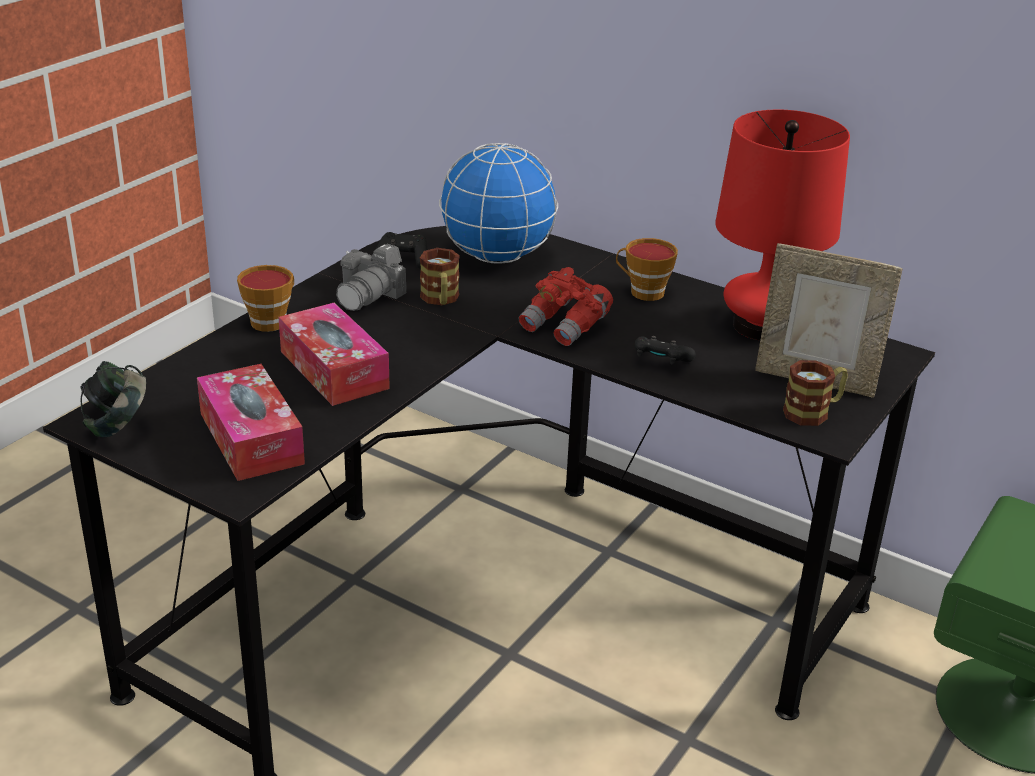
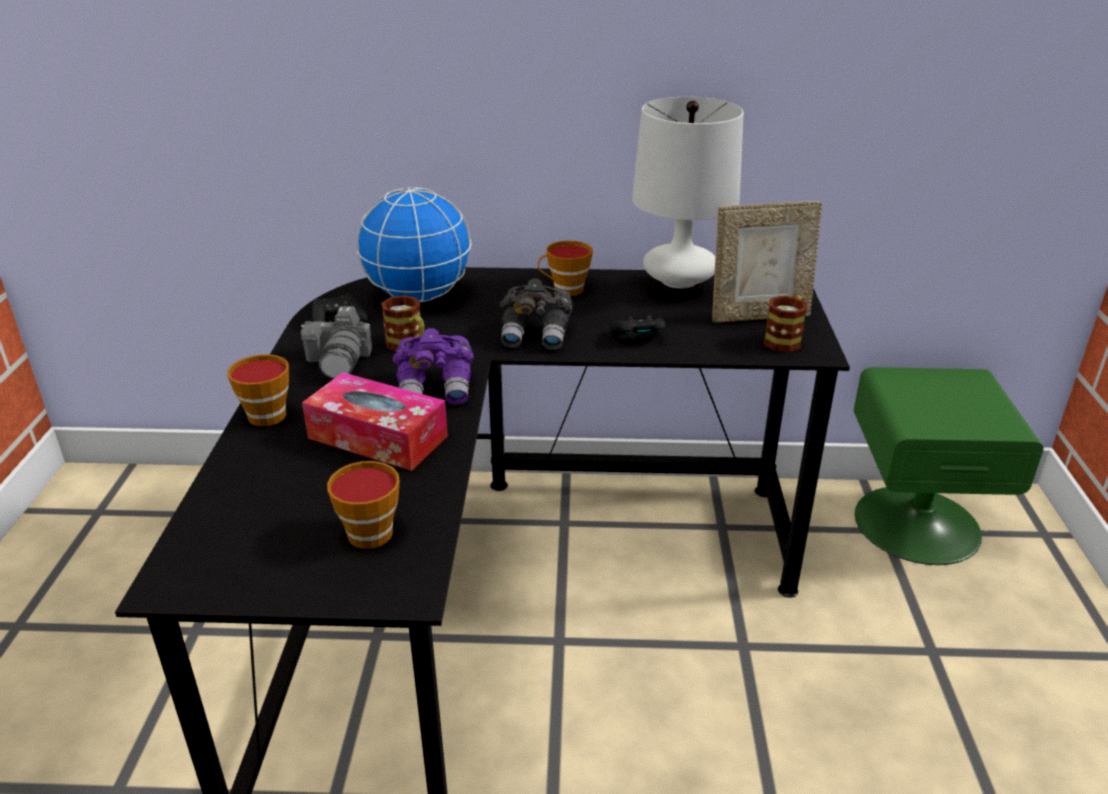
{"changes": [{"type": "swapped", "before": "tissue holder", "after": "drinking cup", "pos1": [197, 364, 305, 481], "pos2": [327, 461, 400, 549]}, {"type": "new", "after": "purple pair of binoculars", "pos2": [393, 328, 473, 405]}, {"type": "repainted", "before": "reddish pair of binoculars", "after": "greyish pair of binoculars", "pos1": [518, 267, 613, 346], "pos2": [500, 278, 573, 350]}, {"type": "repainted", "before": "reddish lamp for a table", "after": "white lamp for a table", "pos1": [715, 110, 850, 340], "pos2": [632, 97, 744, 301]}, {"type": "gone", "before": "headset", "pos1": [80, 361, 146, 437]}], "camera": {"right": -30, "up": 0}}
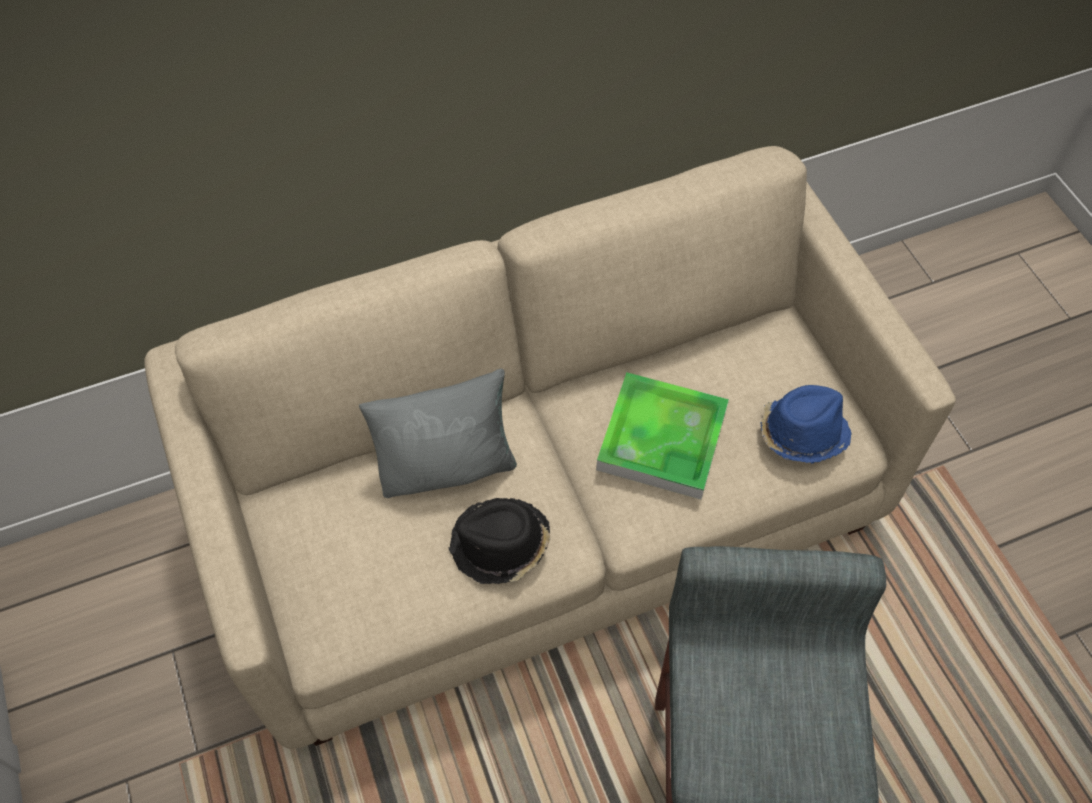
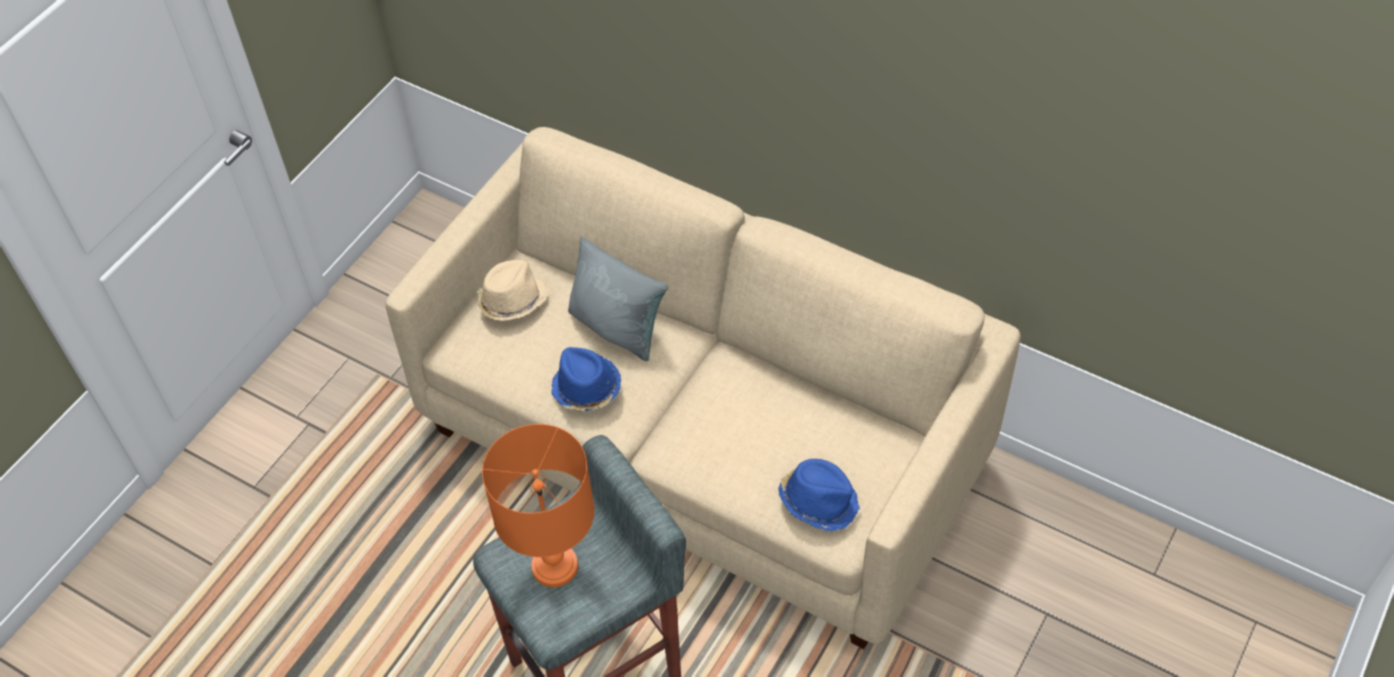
{"changes": [{"type": "new", "after": "beige-coloured hat", "pos2": [477, 260, 548, 321]}, {"type": "new", "after": "orangey lamp for a table", "pos2": [482, 424, 595, 587]}, {"type": "repainted", "before": "black hat", "after": "blue hat", "pos1": [449, 498, 551, 584], "pos2": [552, 347, 621, 411]}, {"type": "gone", "before": "tray", "pos1": [596, 372, 729, 499]}], "camera": {"right": 55, "up": -5}}
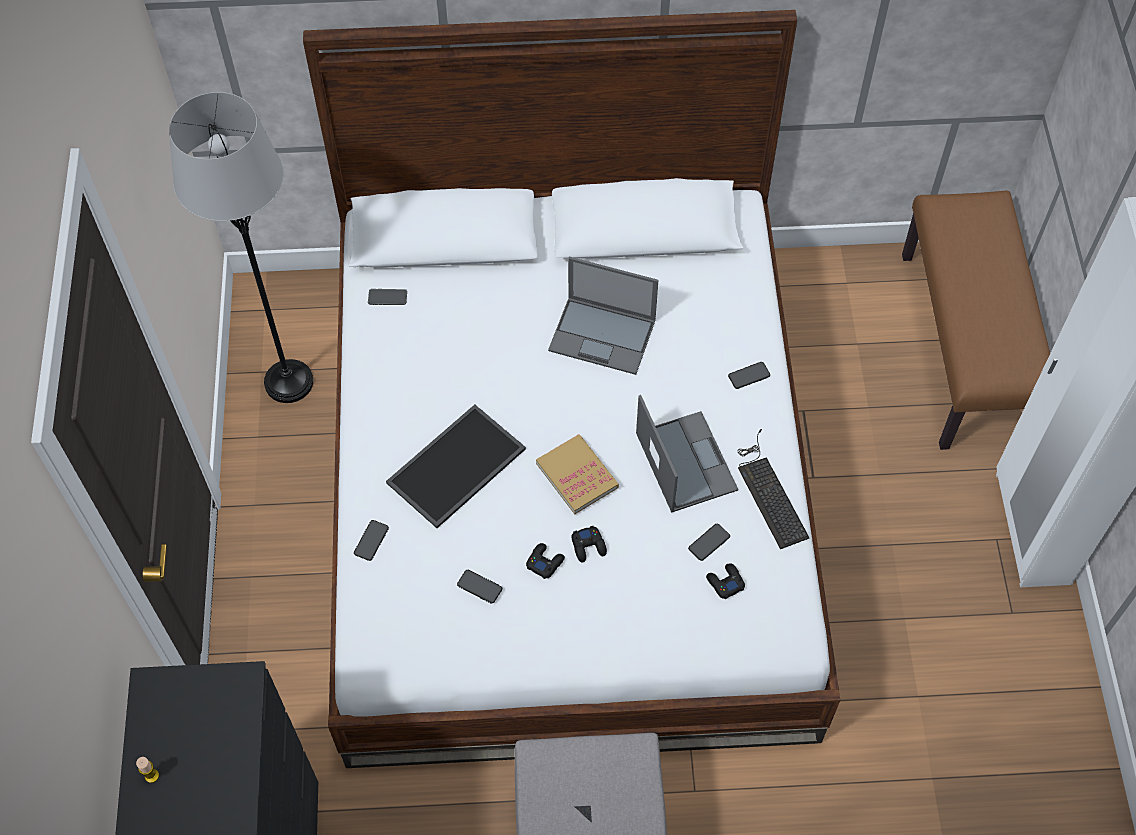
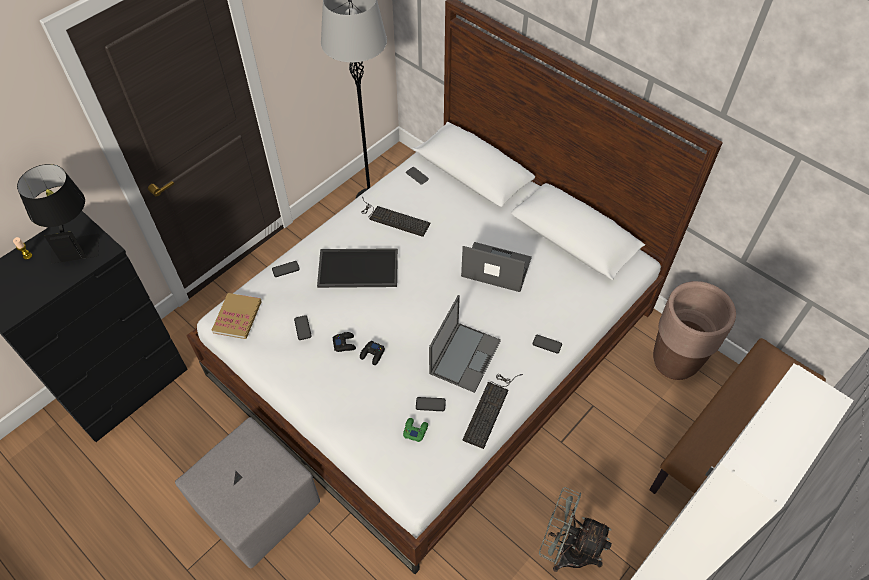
{"changes": [{"type": "new", "after": "black lamp for a table", "pos2": [17, 164, 99, 264]}, {"type": "shifted", "before": "bound book", "pos1": [536, 434, 619, 514], "pos2": [212, 293, 262, 339]}, {"type": "new", "after": "PC keyboard", "pos2": [361, 197, 431, 237]}, {"type": "repainted", "before": "black gamepad", "after": "greenish gamepad", "pos1": [706, 563, 745, 599], "pos2": [403, 418, 428, 442]}, {"type": "rotated", "before": "laptop", "pos1": [548, 257, 658, 375], "pos2": [461, 242, 532, 292], "turn": 135}, {"type": "new", "after": "greyish electric fan", "pos2": [539, 487, 612, 572]}, {"type": "new", "after": "brown flower pot", "pos2": [653, 281, 736, 380]}], "camera": {"right": 45, "up": -5}}
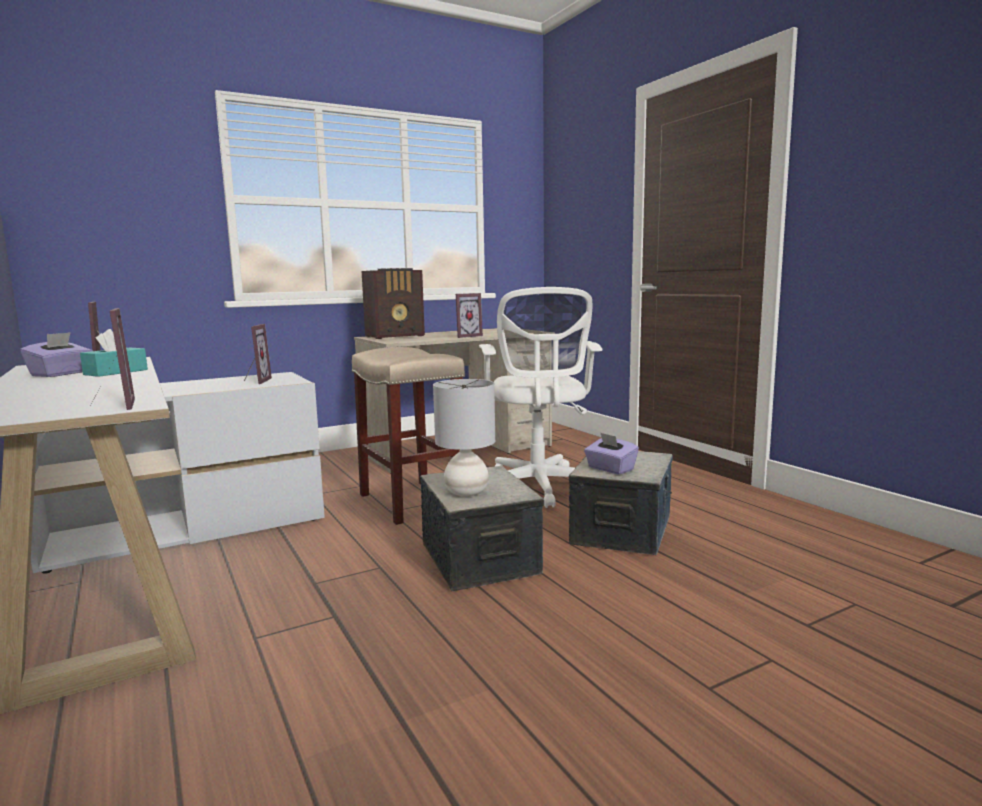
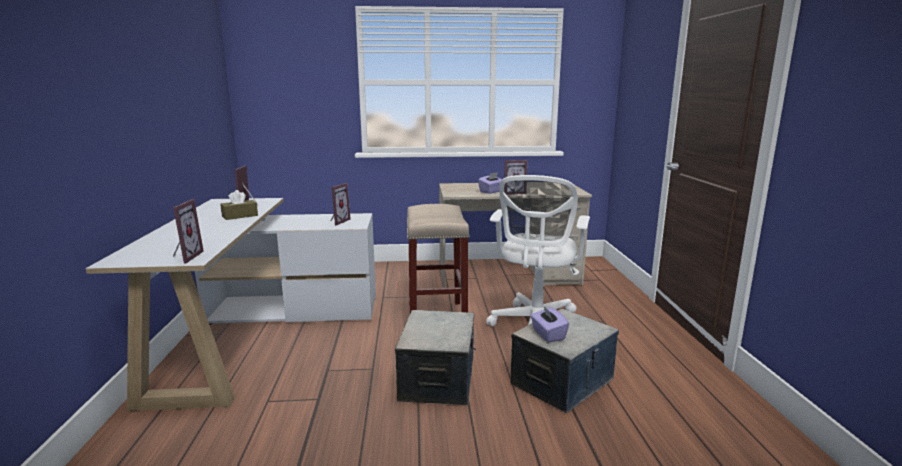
{"changes": [{"type": "repainted", "before": "turquoise tissue holder", "after": "brown tissue holder", "pos1": [80, 329, 148, 377], "pos2": [220, 190, 258, 220]}, {"type": "shifted", "before": "purple tissue holder", "pos1": [20, 332, 93, 377], "pos2": [478, 172, 502, 194]}, {"type": "gone", "before": "radio", "pos1": [361, 268, 425, 339]}, {"type": "gone", "before": "greyish lamp for a table", "pos1": [433, 379, 495, 496]}], "camera": {"right": 25, "up": 5}}
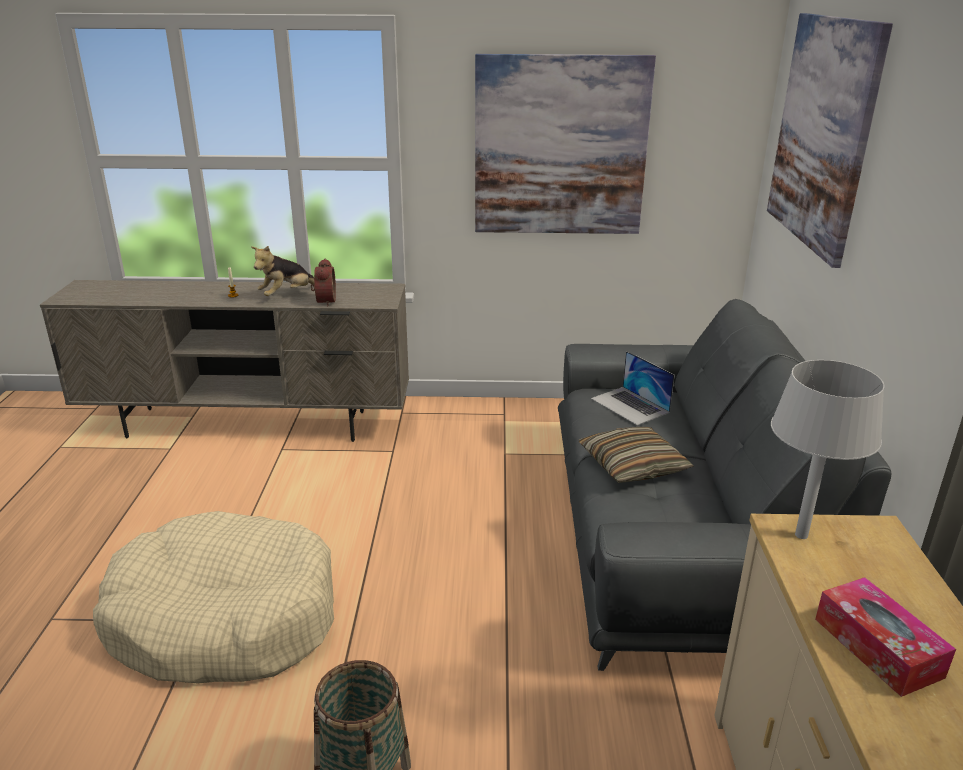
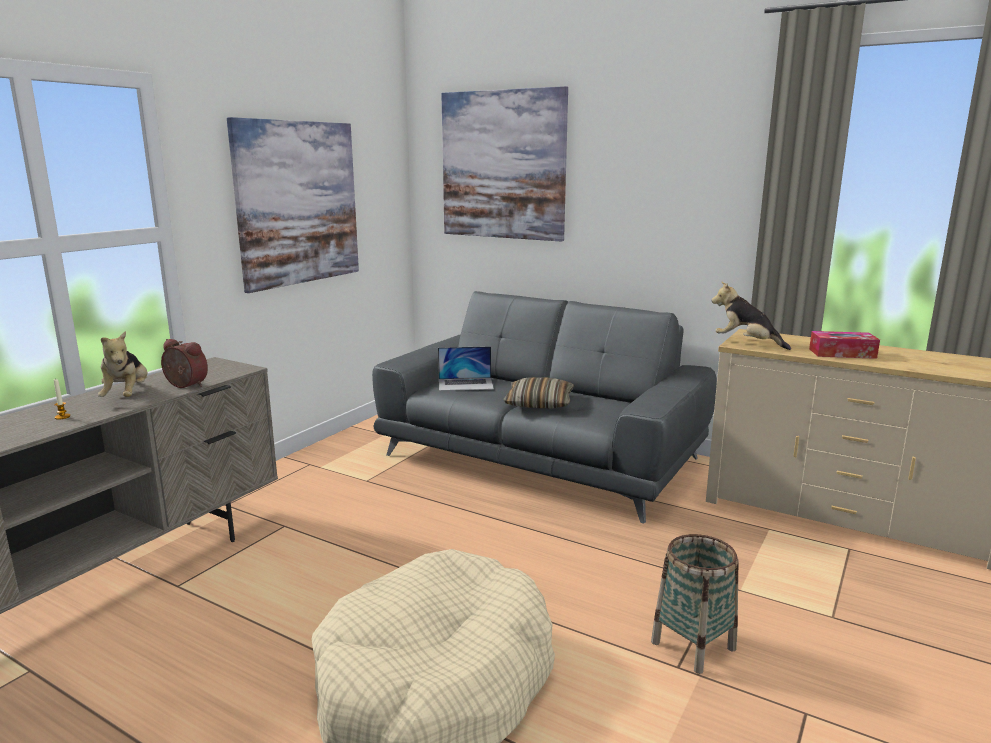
{"changes": [{"type": "swapped", "before": "greyish lamp for a table", "after": "soft toy", "pos1": [771, 360, 885, 539], "pos2": [711, 282, 791, 350]}], "camera": {"right": -60, "up": -10}}
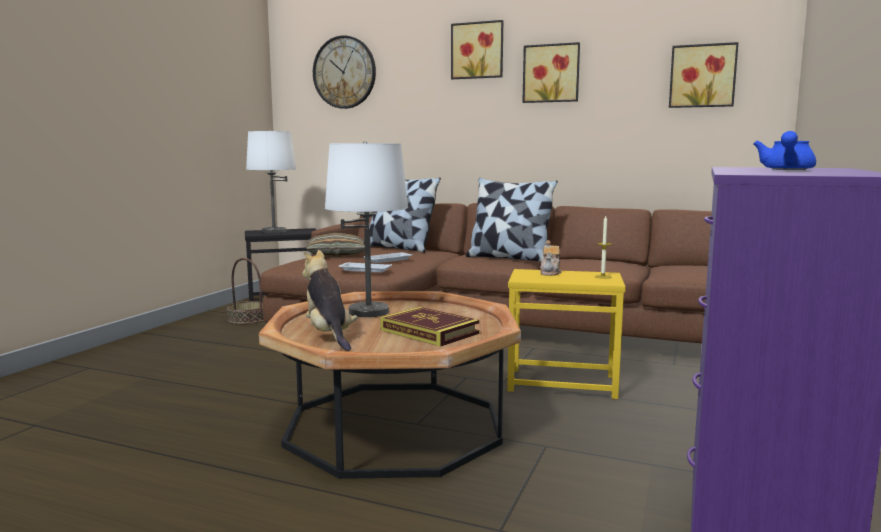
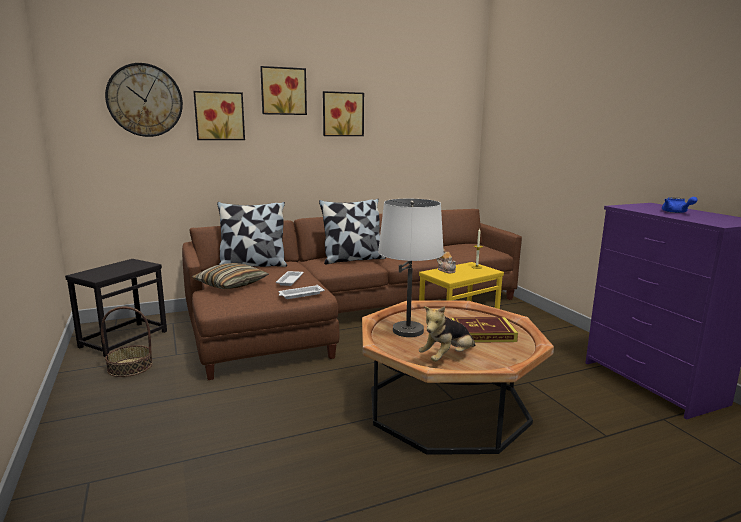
{"changes": [{"type": "shifted", "before": "wall picture", "pos1": [669, 42, 738, 108], "pos2": [193, 91, 245, 140]}, {"type": "rotated", "before": "soft toy", "pos1": [302, 250, 358, 351], "pos2": [419, 306, 475, 362], "turn": -60}, {"type": "gone", "before": "white lamp for a table", "pos1": [246, 130, 296, 234]}], "camera": {"right": -45, "up": 5}}
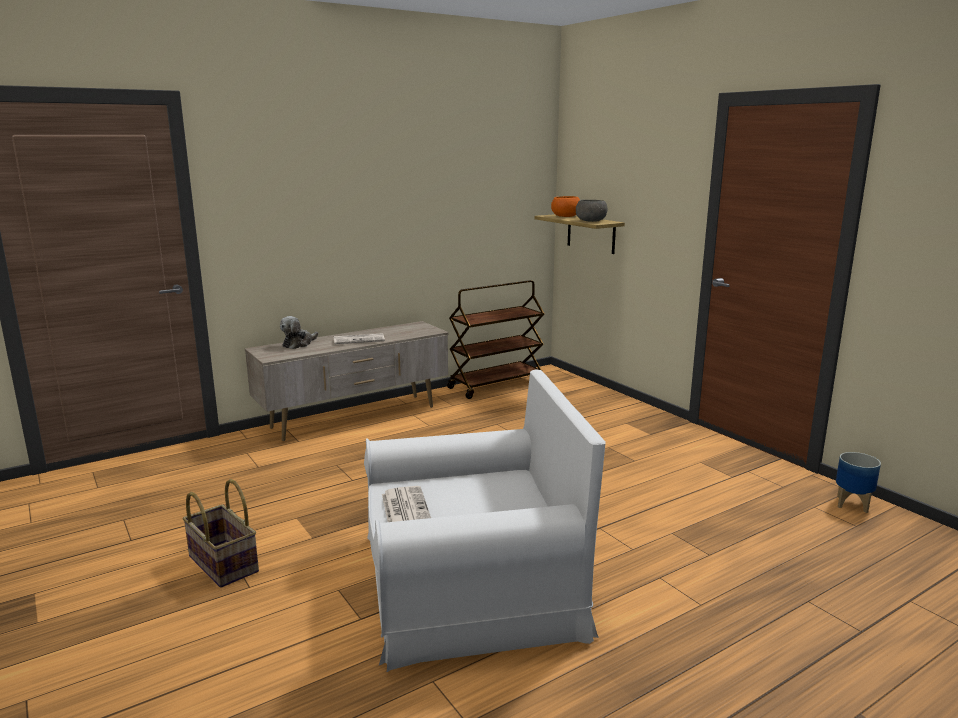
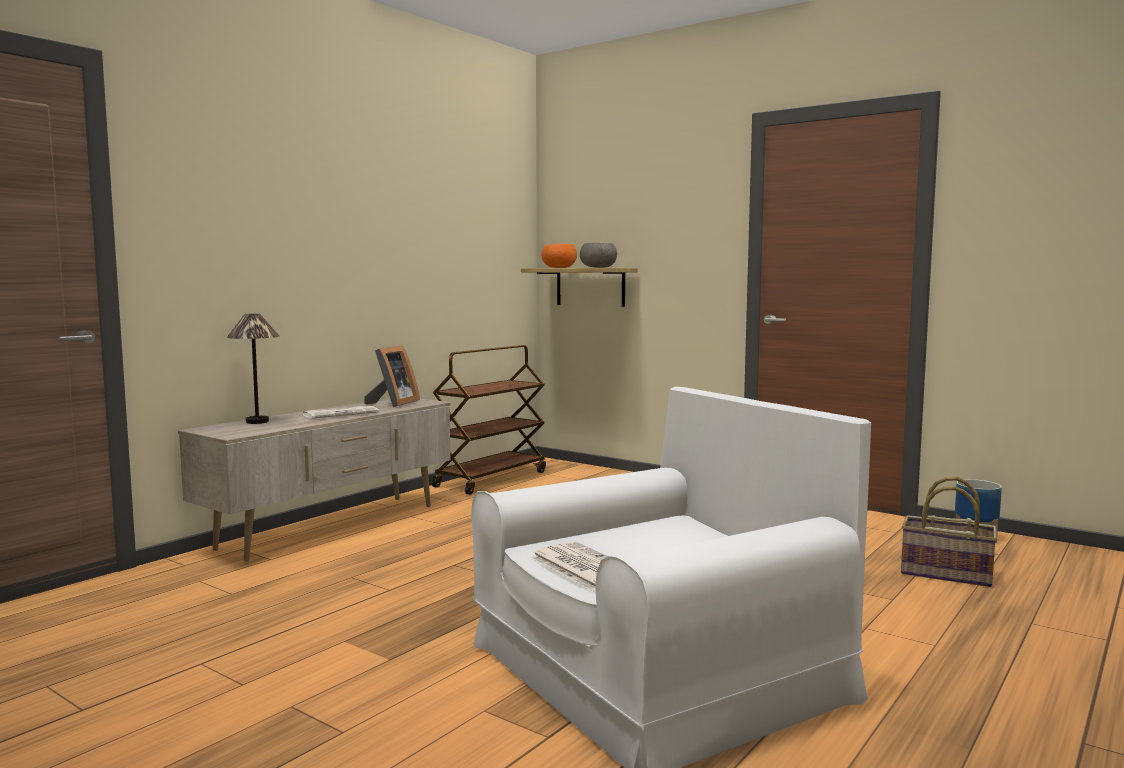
{"changes": [{"type": "swapped", "before": "soft toy", "after": "lamp for a table", "pos1": [280, 316, 318, 349], "pos2": [227, 314, 280, 424]}, {"type": "new", "after": "standing frame", "pos2": [364, 345, 420, 407]}, {"type": "shifted", "before": "basket", "pos1": [183, 479, 259, 588], "pos2": [901, 477, 997, 587]}], "camera": {"right": -20, "up": -10}}
